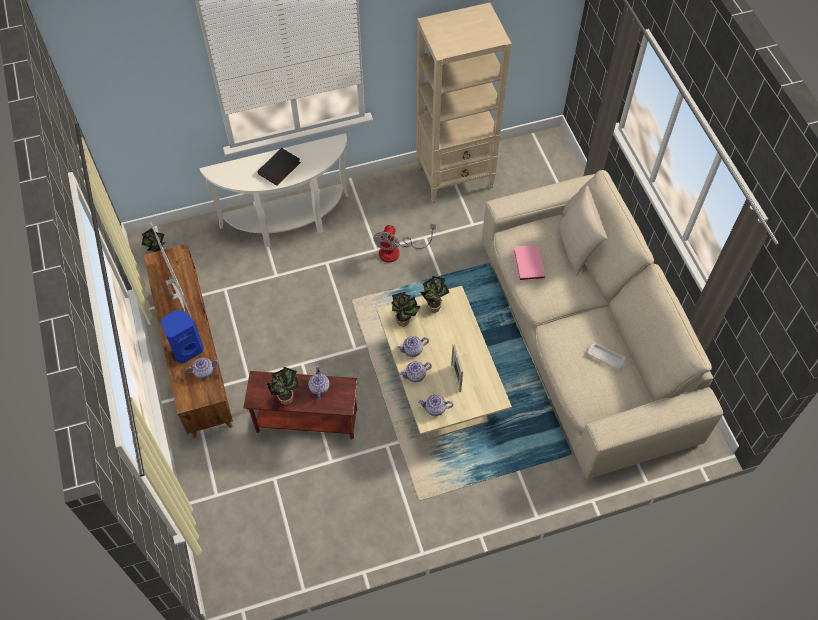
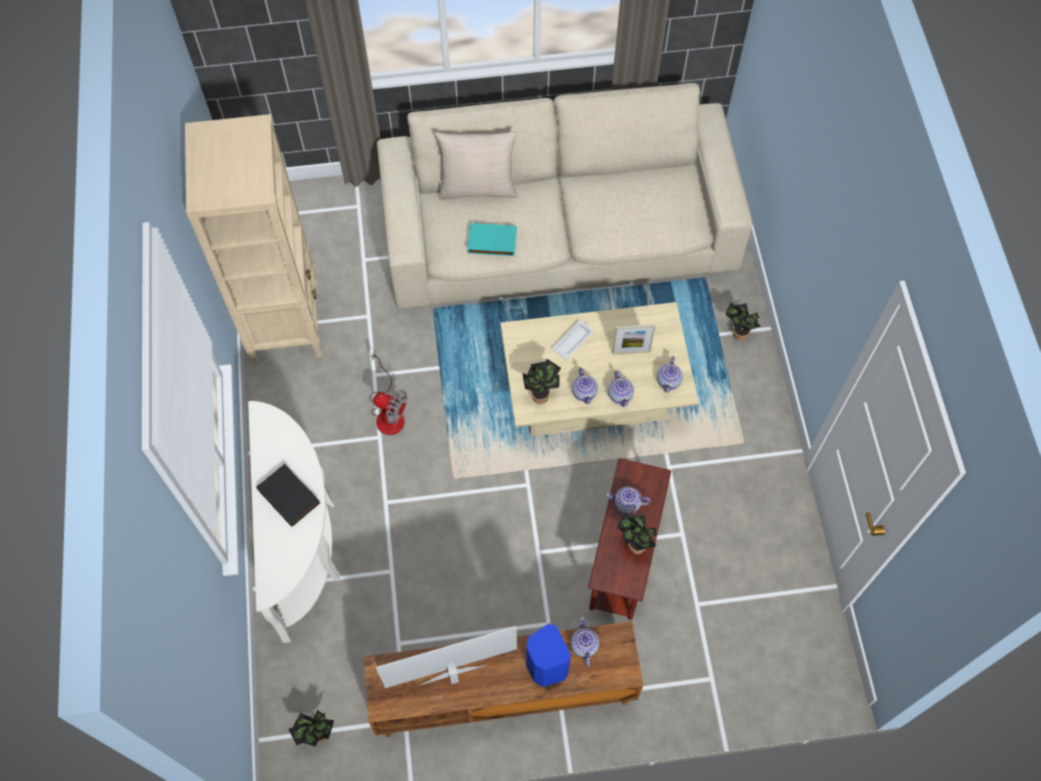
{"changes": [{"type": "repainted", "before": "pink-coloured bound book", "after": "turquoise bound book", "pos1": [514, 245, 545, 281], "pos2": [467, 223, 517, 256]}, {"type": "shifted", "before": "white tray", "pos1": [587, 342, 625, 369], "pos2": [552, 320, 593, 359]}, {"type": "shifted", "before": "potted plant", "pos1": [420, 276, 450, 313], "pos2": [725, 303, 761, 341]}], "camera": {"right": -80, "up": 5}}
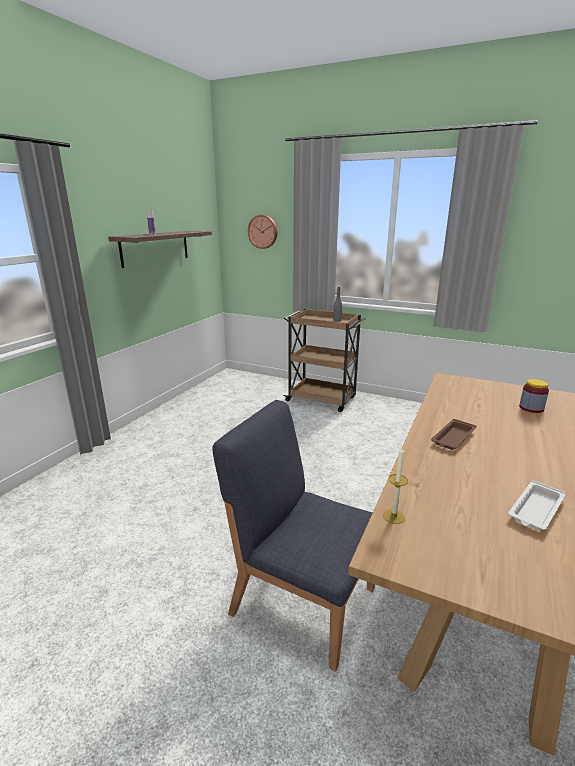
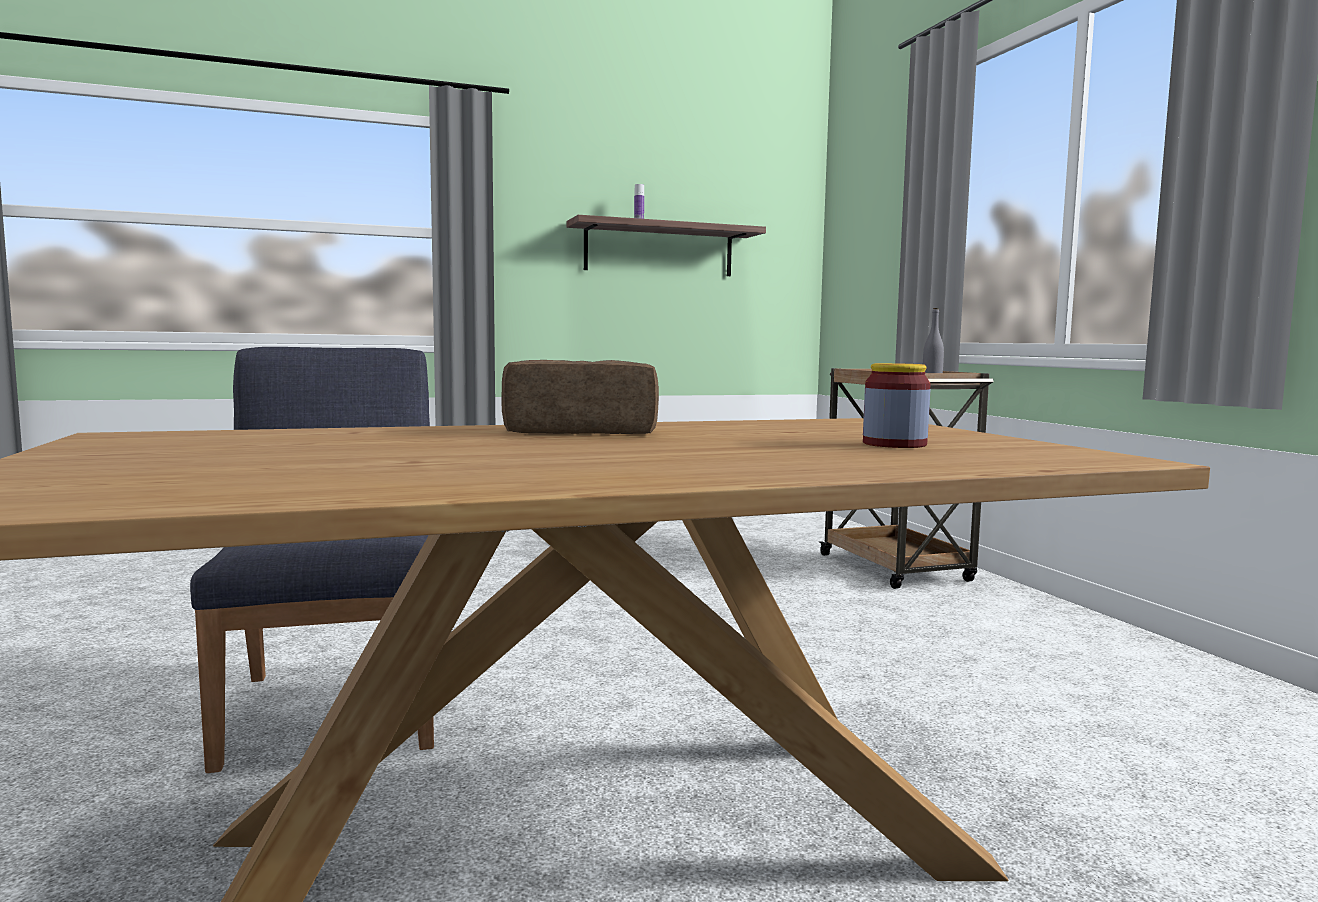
{"changes": [{"type": "swapped", "before": "brown tray", "after": "bakery bread", "pos1": [431, 419, 477, 450], "pos2": [501, 360, 659, 434]}, {"type": "gone", "before": "clock on the wall", "pos1": [248, 215, 277, 249]}, {"type": "gone", "before": "wax candle", "pos1": [383, 447, 408, 524]}, {"type": "gone", "before": "white tray", "pos1": [508, 480, 566, 530]}], "camera": {"right": 45, "up": -15}}
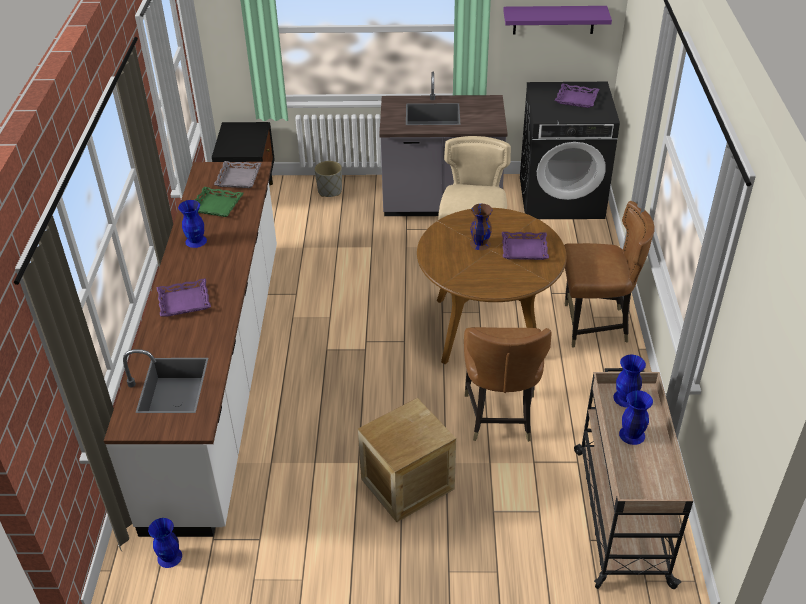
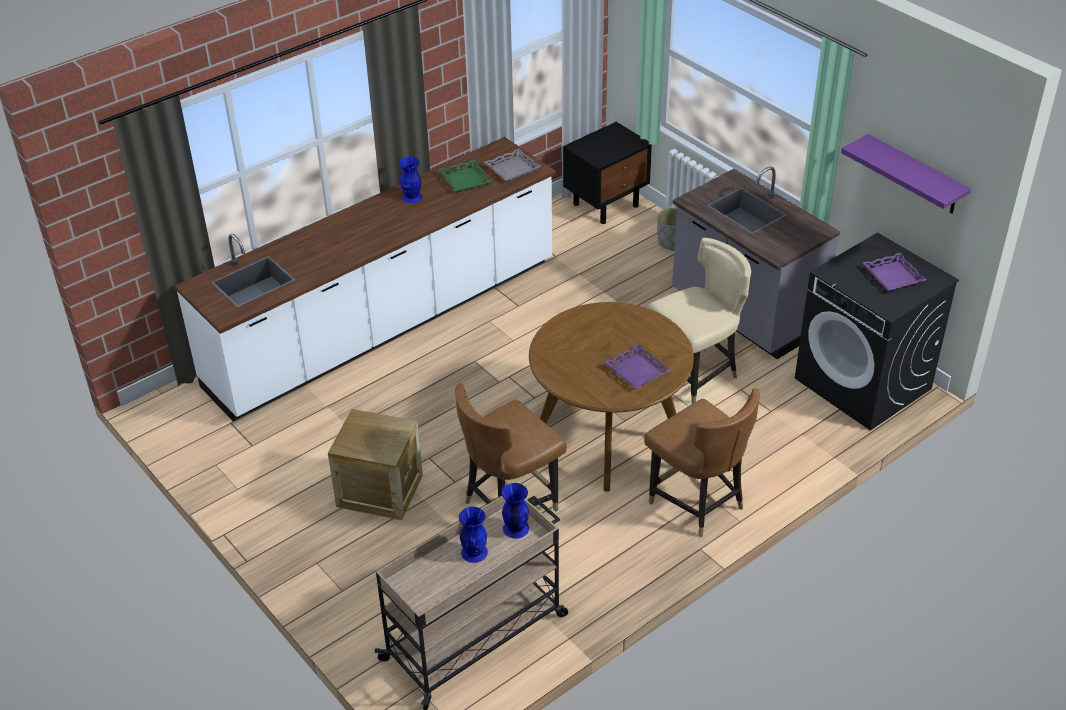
{"changes": [{"type": "gone", "before": "blue flower vase", "pos1": [148, 518, 182, 568]}, {"type": "gone", "before": "purple tray", "pos1": [157, 278, 211, 317]}, {"type": "gone", "before": "brown flower vase", "pos1": [470, 204, 493, 250]}], "camera": {"right": 50, "up": 0}}
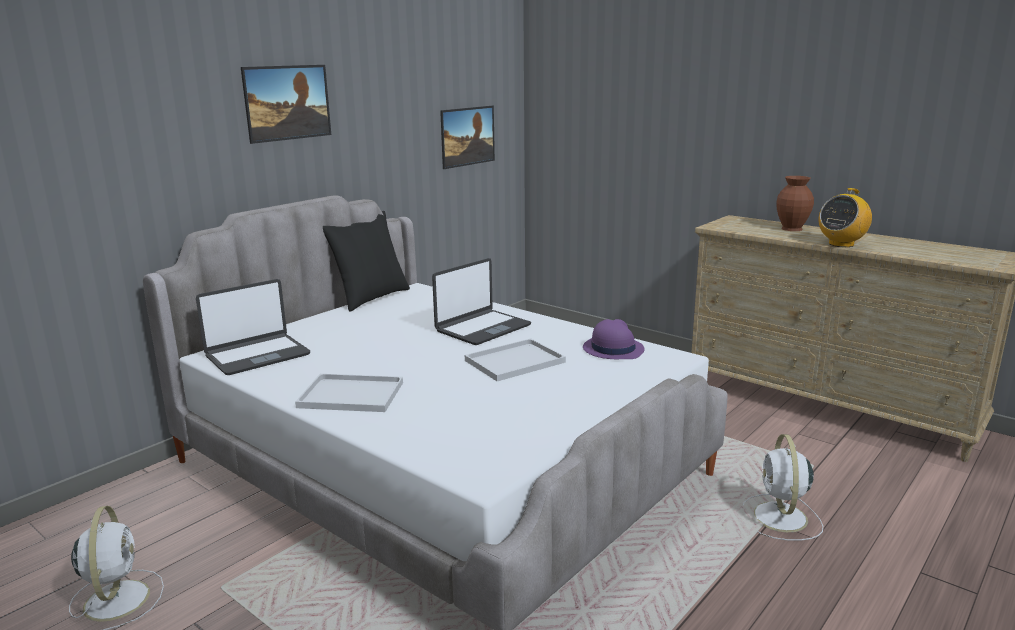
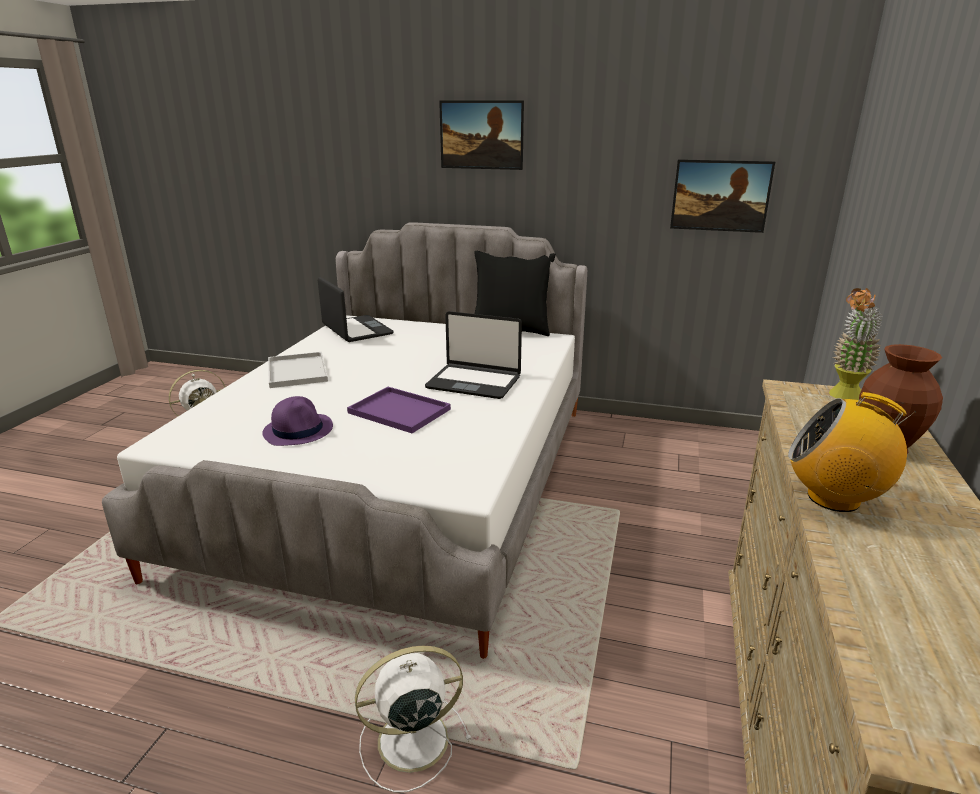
{"changes": [{"type": "shifted", "before": "purple hat", "pos1": [583, 319, 645, 359], "pos2": [262, 396, 333, 446]}, {"type": "rotated", "before": "laptop", "pos1": [196, 279, 310, 375], "pos2": [318, 277, 394, 342], "turn": -150}, {"type": "repainted", "before": "white tray", "after": "purple tray", "pos1": [465, 339, 566, 381], "pos2": [347, 387, 451, 433]}, {"type": "new", "after": "potted plant", "pos2": [829, 288, 882, 400]}], "camera": {"right": 65, "up": 5}}
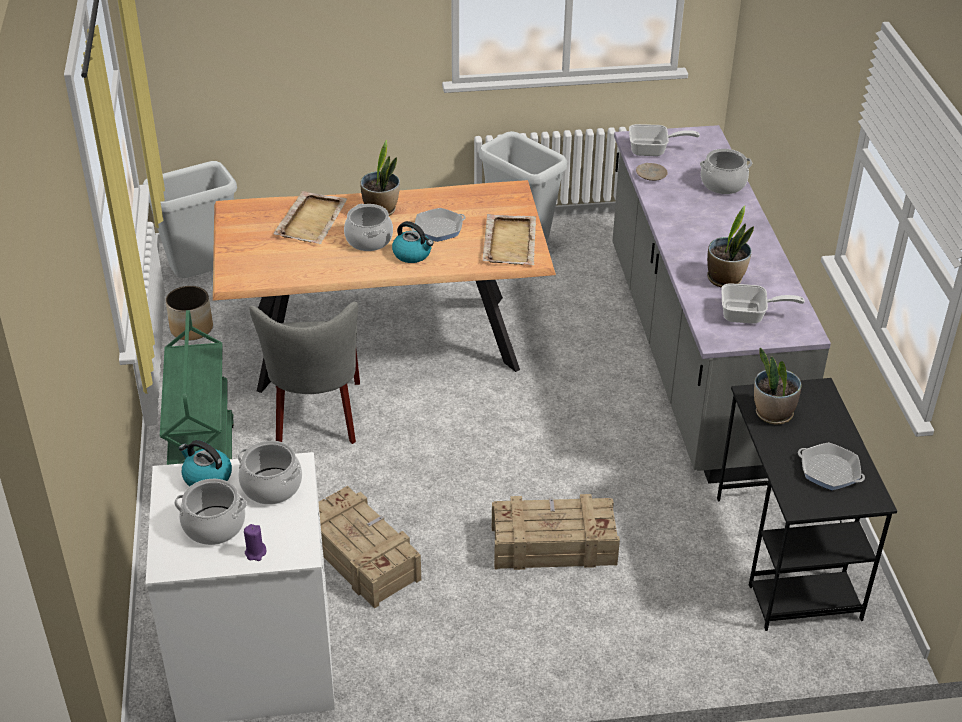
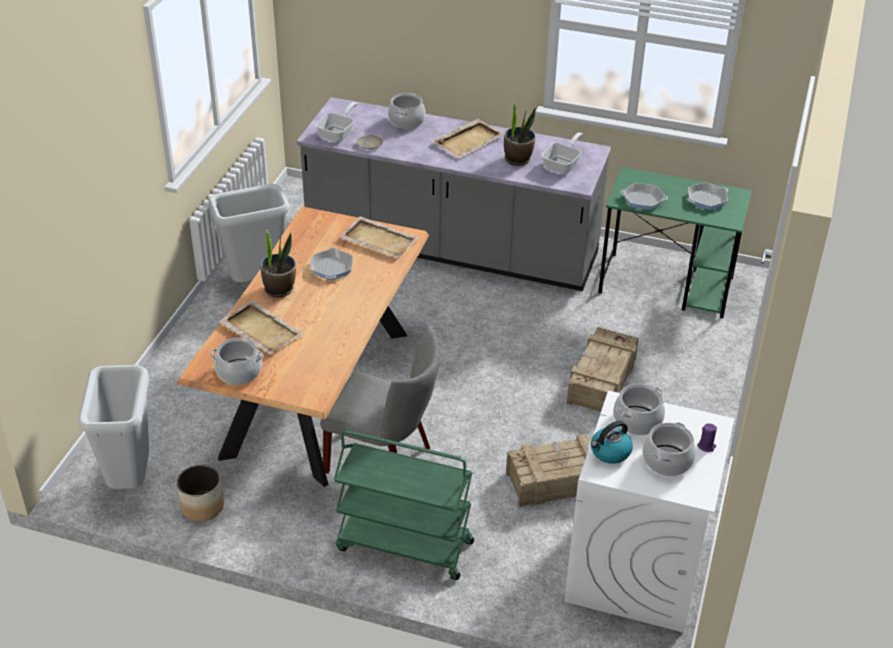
{"changes": [{"type": "shifted", "before": "stockpot", "pos1": [344, 204, 393, 251], "pos2": [211, 338, 264, 385]}, {"type": "new", "after": "beige-coloured tray", "pos2": [433, 119, 505, 159]}, {"type": "repainted", "before": "black desk table", "after": "greenish desk table", "pos1": [717, 378, 897, 631], "pos2": [598, 167, 752, 318]}, {"type": "swapped", "before": "potted plant", "after": "frying pan", "pos1": [754, 347, 802, 425], "pos2": [620, 183, 668, 210]}, {"type": "gone", "before": "kettle", "pos1": [392, 221, 433, 263]}], "camera": {"right": -65, "up": 0}}
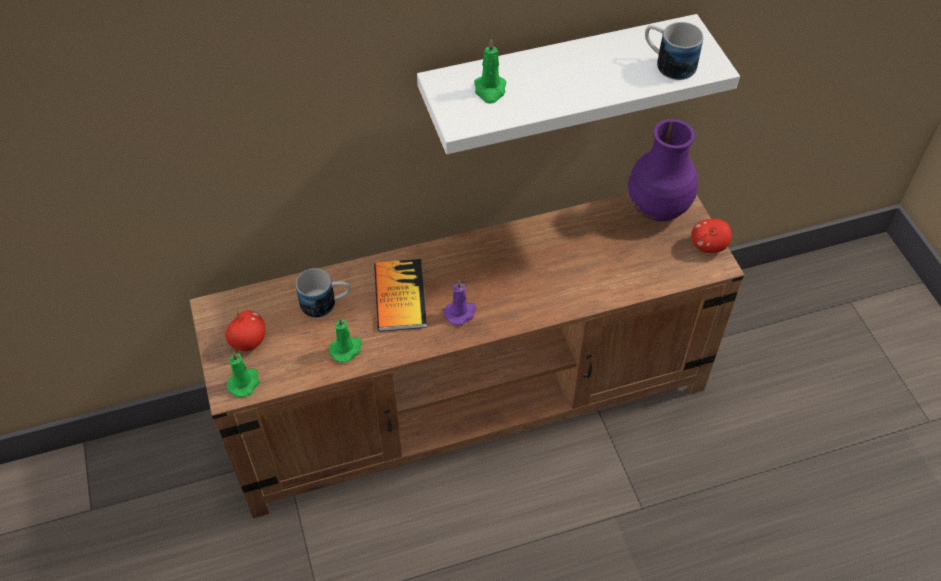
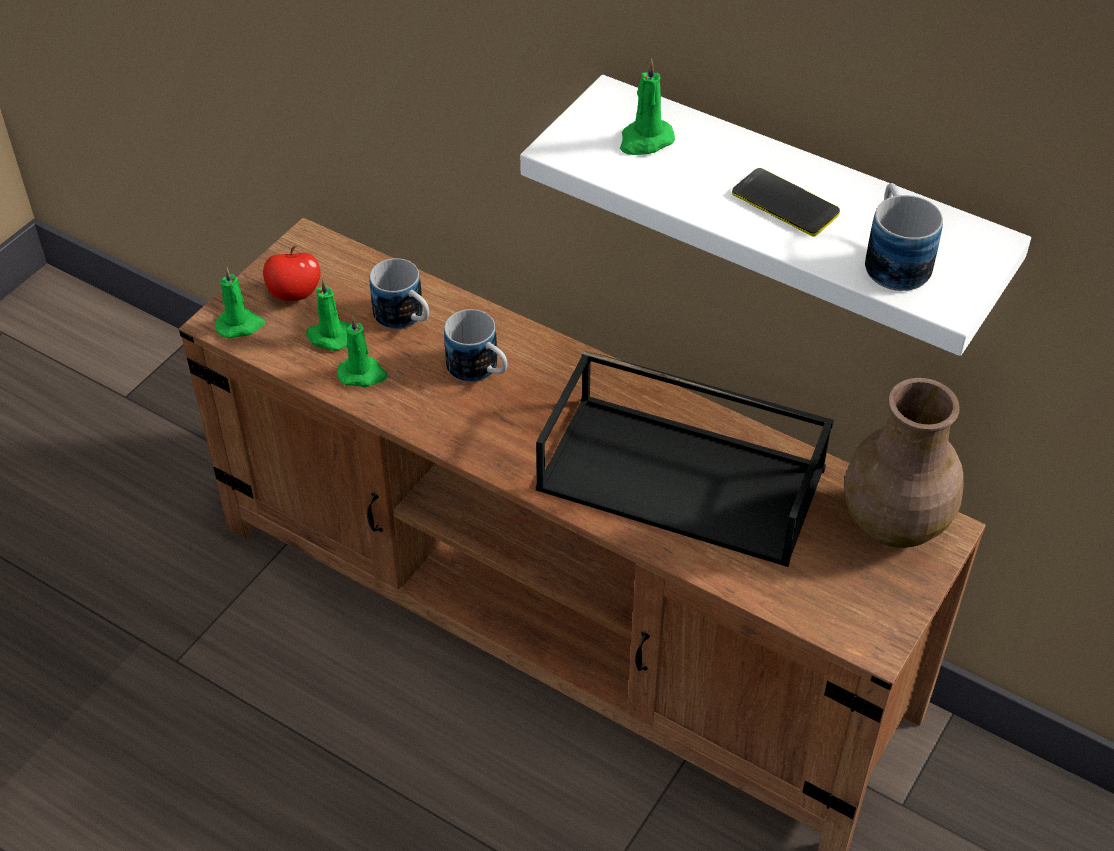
{"changes": [{"type": "new", "after": "greenish wax candle", "pos2": [306, 278, 349, 351]}, {"type": "swapped", "before": "bound book", "after": "mug", "pos1": [374, 259, 427, 331], "pos2": [444, 309, 507, 382]}, {"type": "new", "after": "black tray", "pos2": [536, 350, 834, 567]}, {"type": "new", "after": "telephone", "pos2": [732, 168, 840, 237]}, {"type": "repainted", "before": "purple flower vase", "after": "brown flower vase", "pos1": [628, 119, 698, 222], "pos2": [844, 378, 964, 548]}, {"type": "gone", "before": "purple wax candle", "pos1": [444, 280, 476, 325]}, {"type": "gone", "before": "apple fruit", "pos1": [692, 219, 731, 253]}], "camera": {"right": 50, "up": -5}}
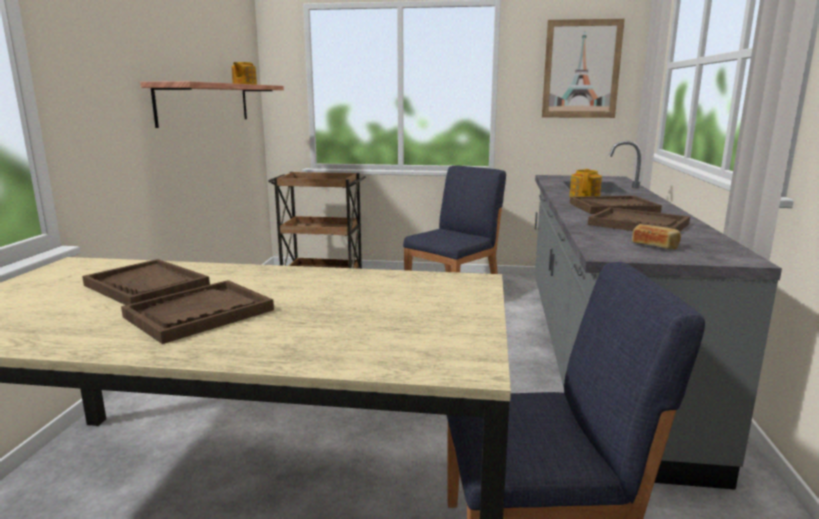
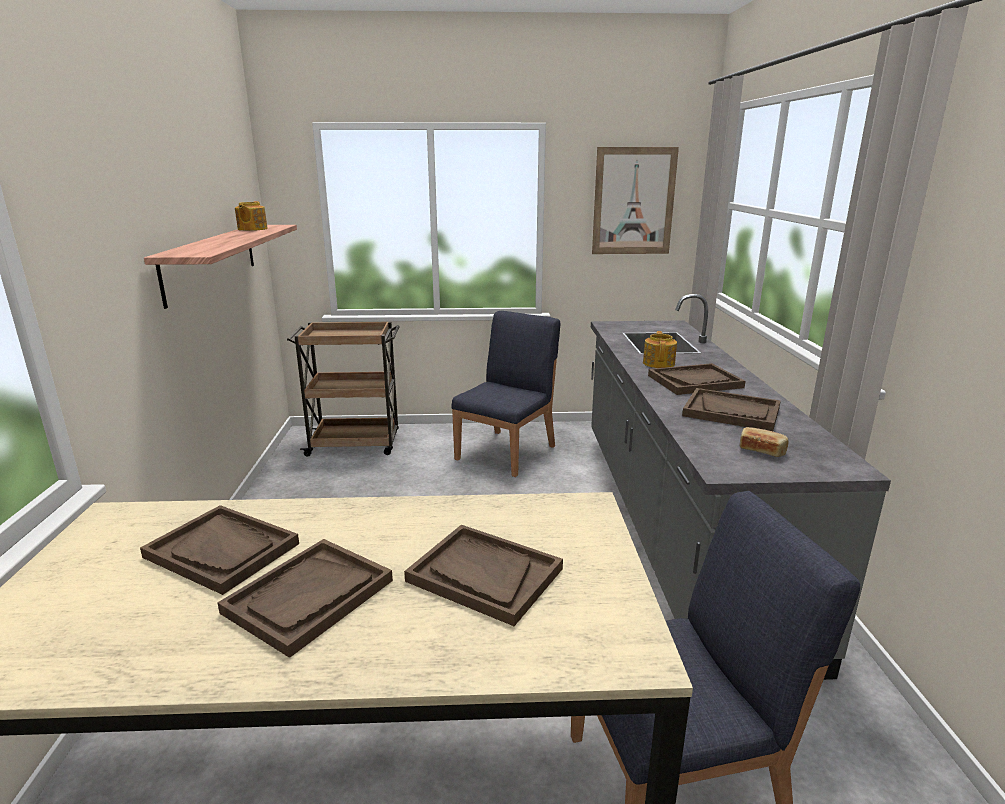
{"changes": [{"type": "new", "after": "brown tray", "pos2": [404, 525, 563, 626]}], "camera": {"right": -10, "up": 5}}
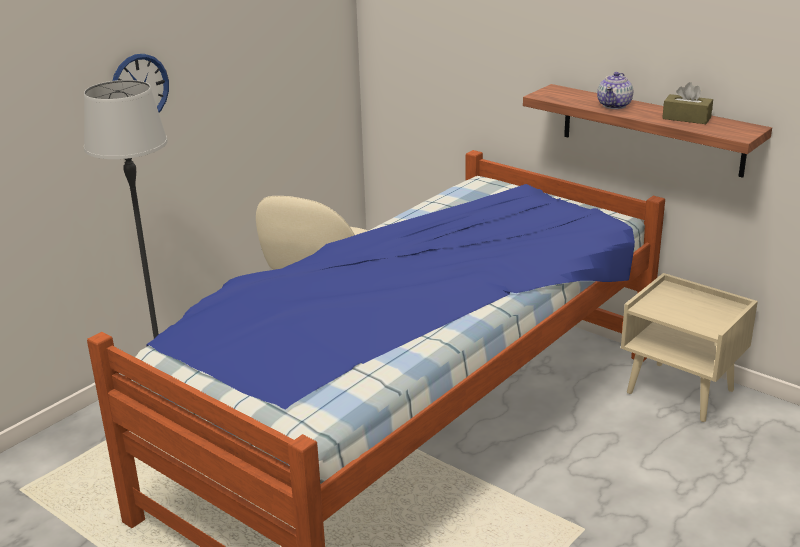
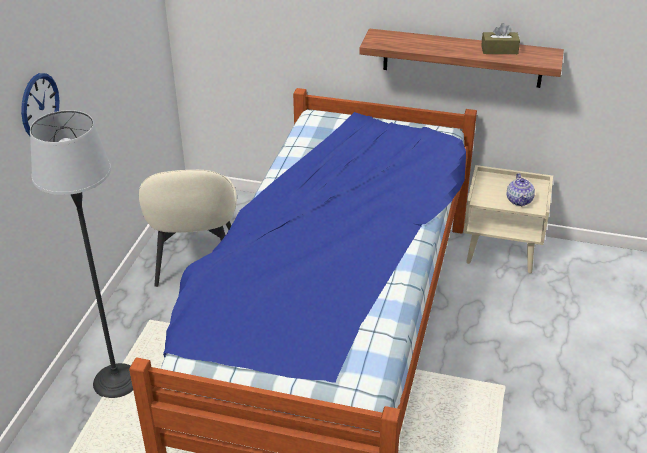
{"changes": [{"type": "shifted", "before": "teapot", "pos1": [597, 72, 633, 109], "pos2": [507, 173, 535, 206]}], "camera": {"right": -25, "up": 10}}
